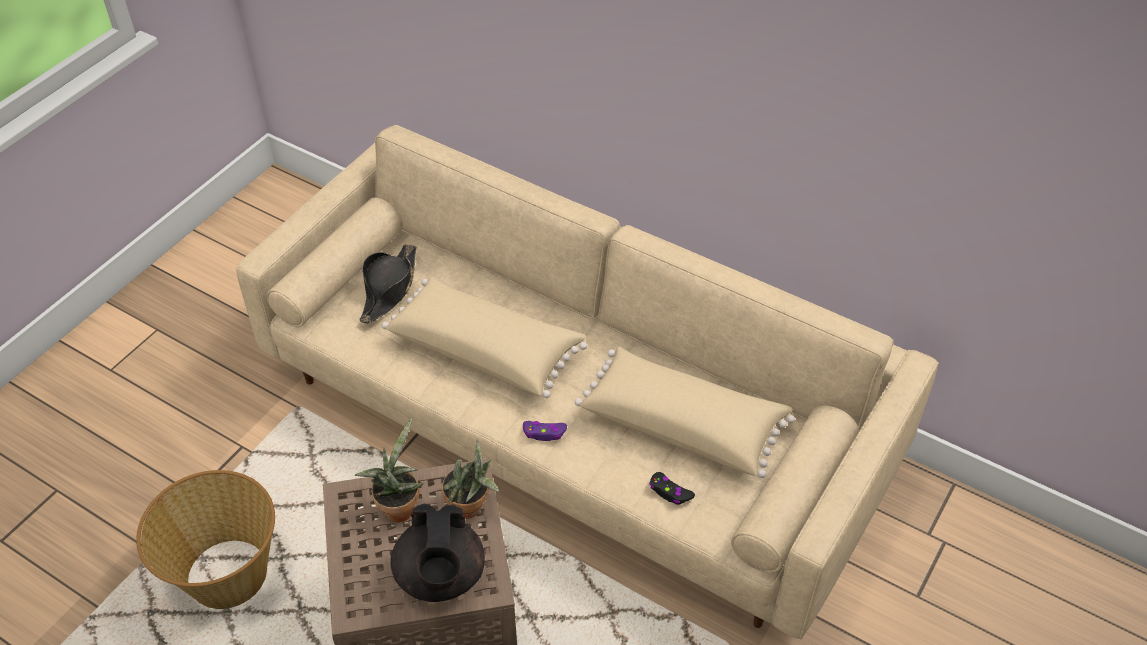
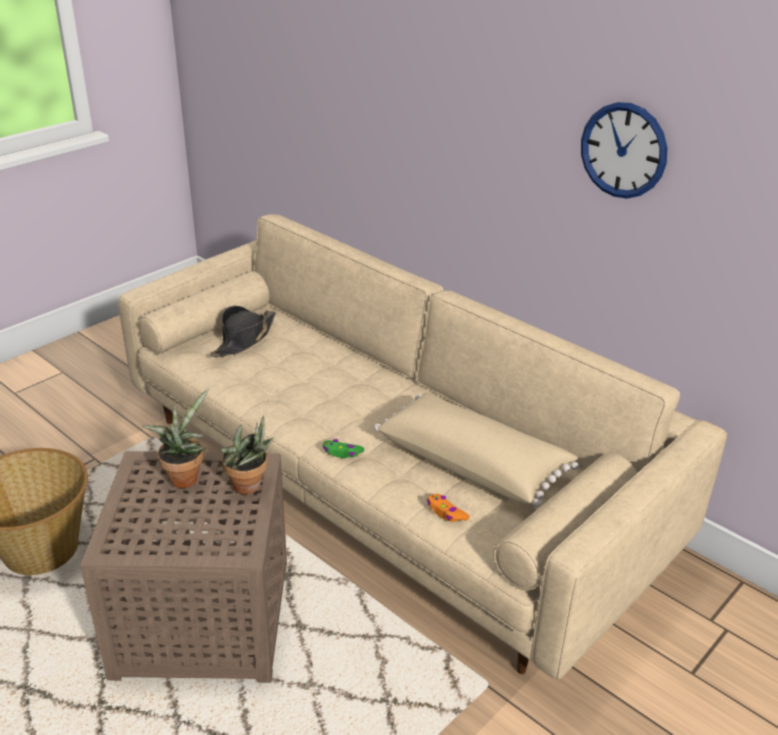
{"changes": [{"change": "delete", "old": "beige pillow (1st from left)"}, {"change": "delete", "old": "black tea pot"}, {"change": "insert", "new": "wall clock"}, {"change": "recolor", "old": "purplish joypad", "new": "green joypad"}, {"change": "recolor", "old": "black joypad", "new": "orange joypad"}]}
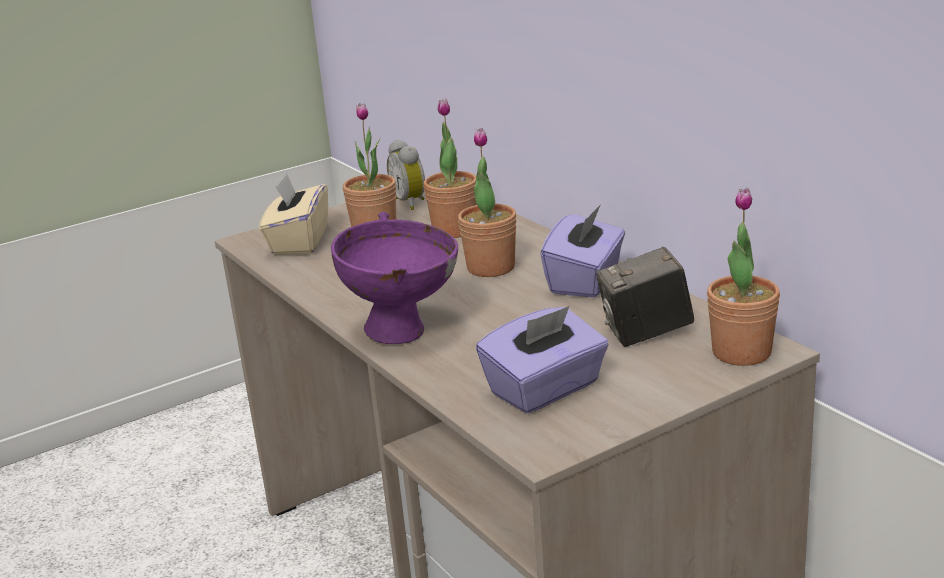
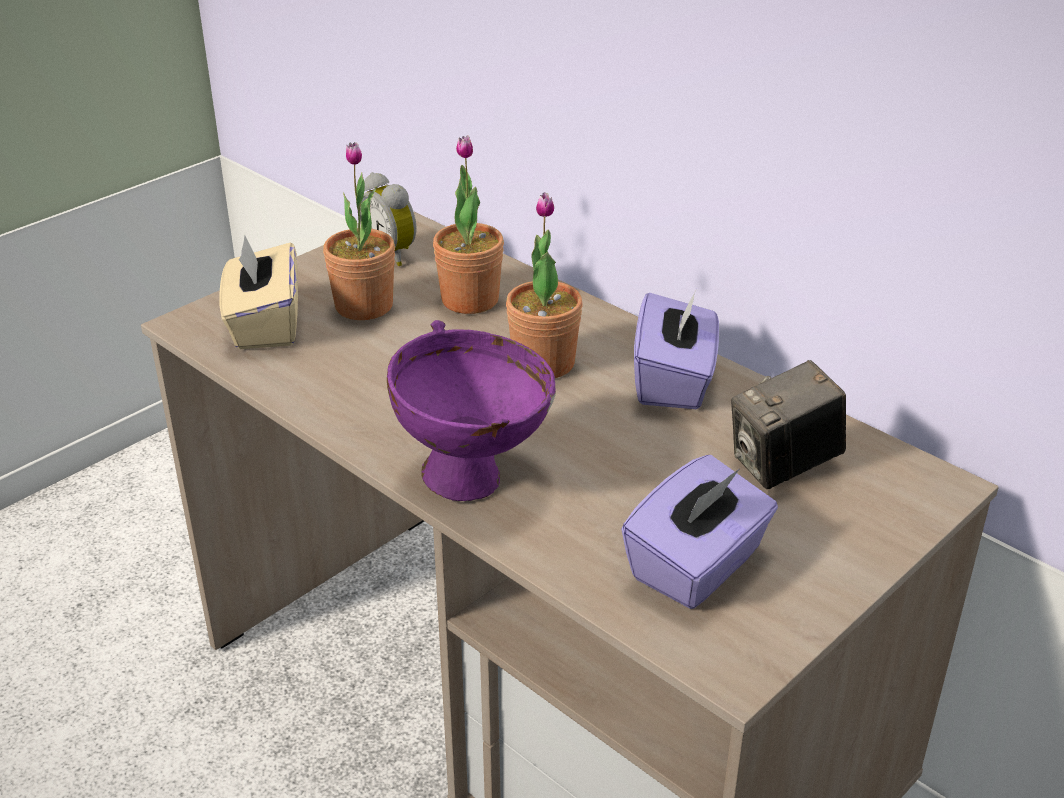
{"changes": [{"change": "delete", "old": "potted plant (4th from left)"}]}
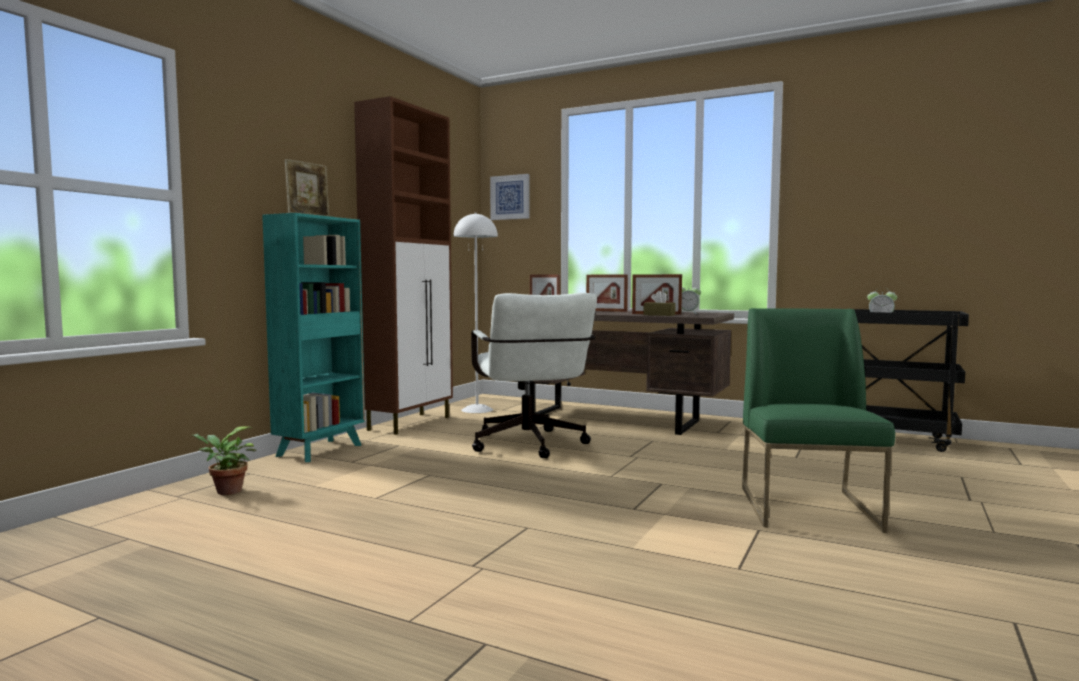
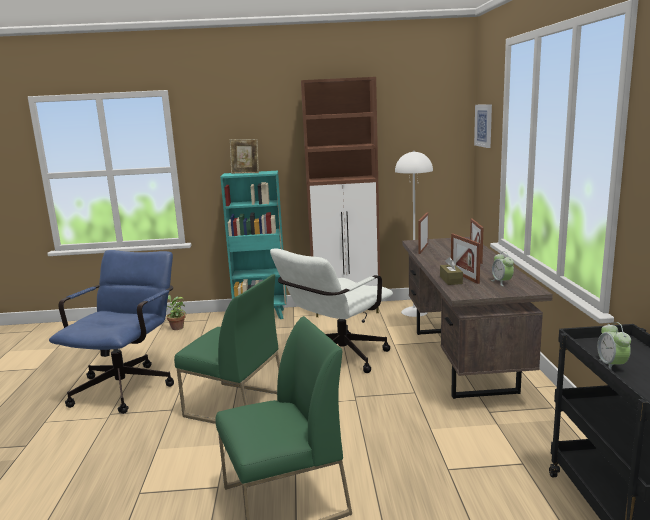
{"changes": [{"change": "insert", "new": "blue computer chair"}, {"change": "insert", "new": "green plain chair (1st from left)"}]}
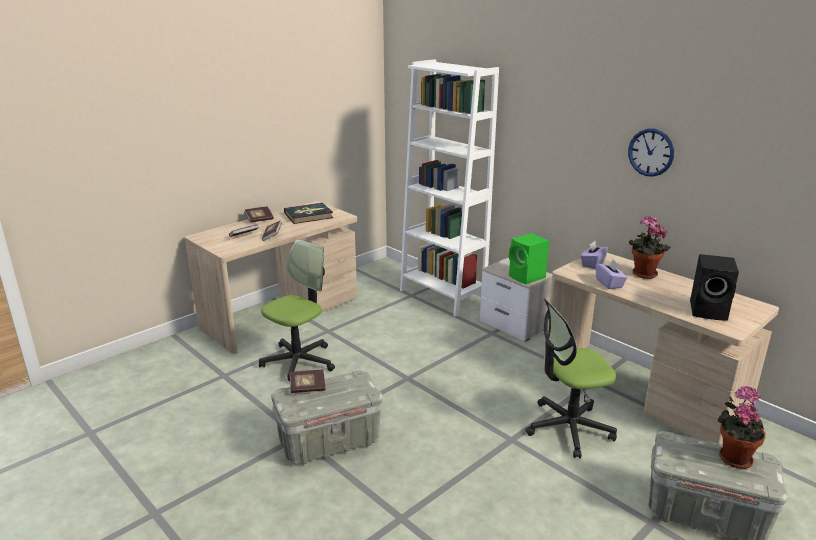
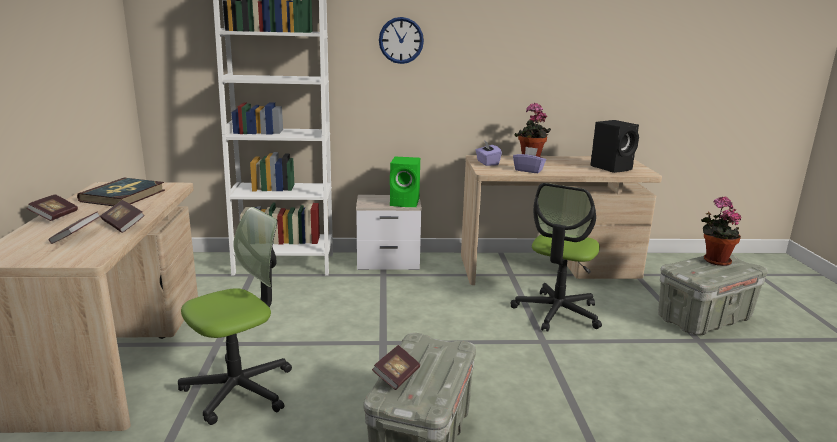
{"changes": [{"change": "move", "old": "wall clock"}, {"change": "rotate", "old": "computer chair (1st from left)", "degrees": 60}]}
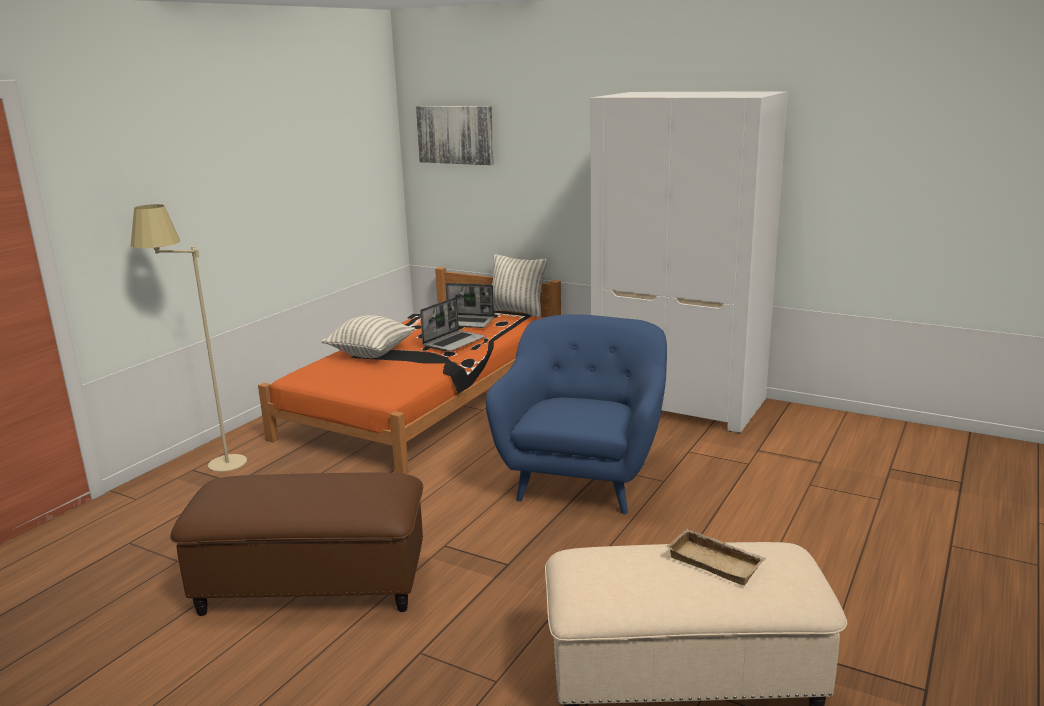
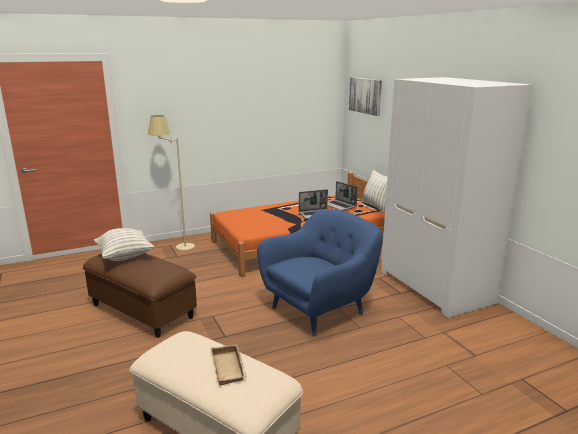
{"changes": [{"change": "move", "old": "pillow (1st from left)"}]}
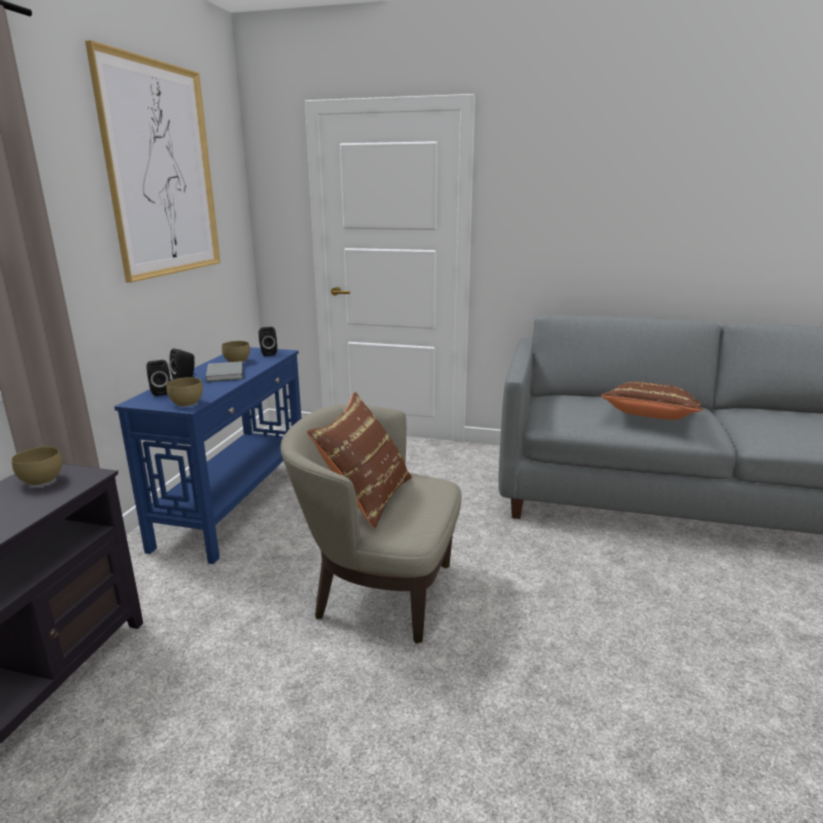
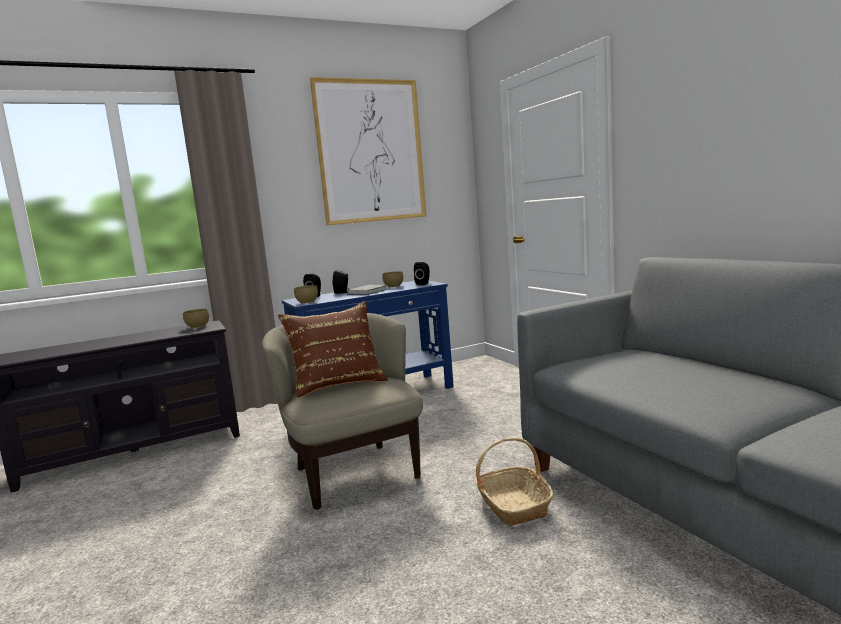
{"changes": [{"change": "delete", "old": "brown-coloured pillow (2nd from left)"}, {"change": "insert", "new": "household basket"}]}
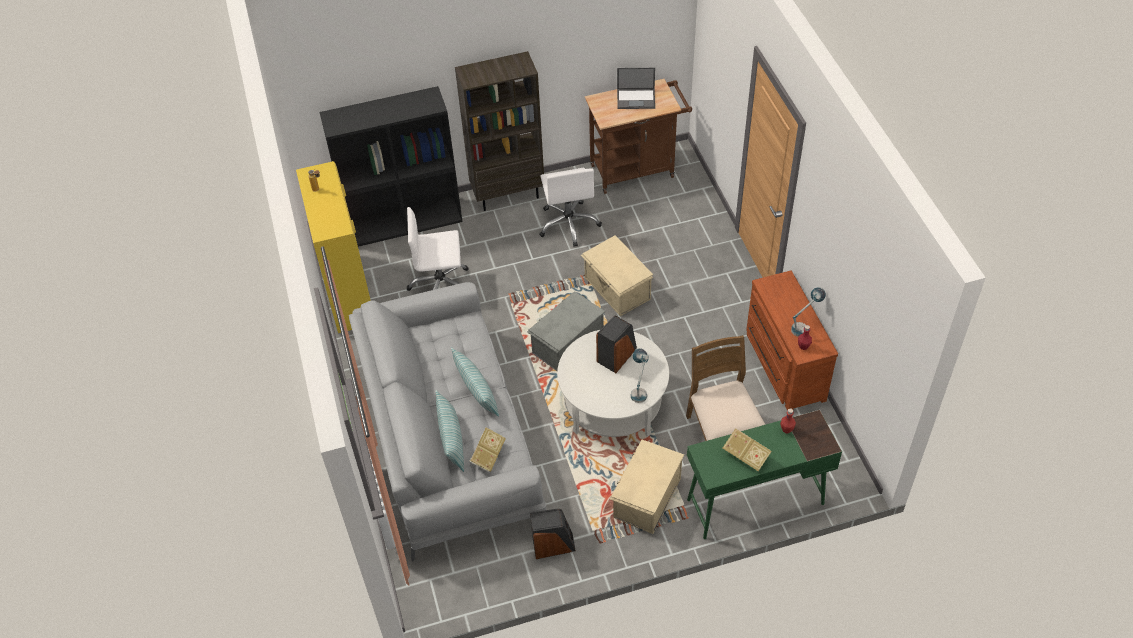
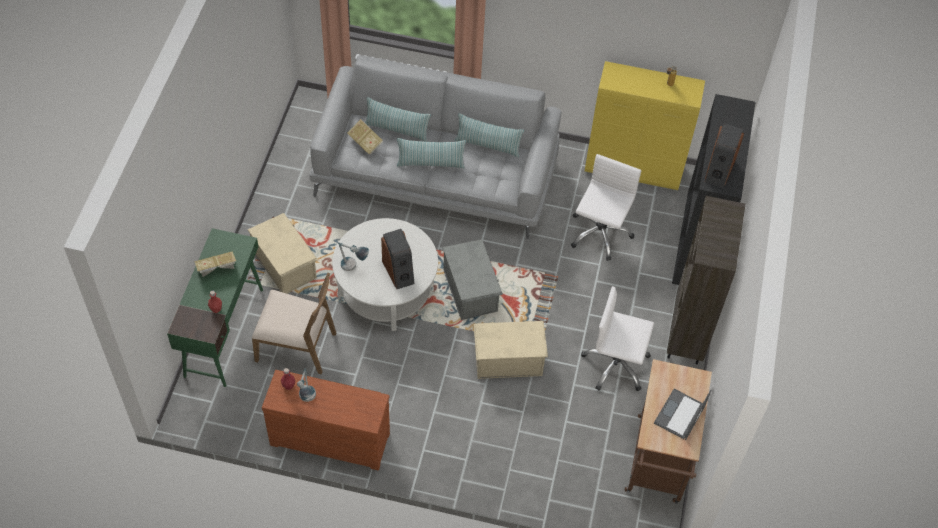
{"changes": [{"change": "insert", "new": "pillow (3rd from left)"}, {"change": "move", "old": "speaker (1st from left in the first image)", "new": "speaker (2nd from left)"}]}
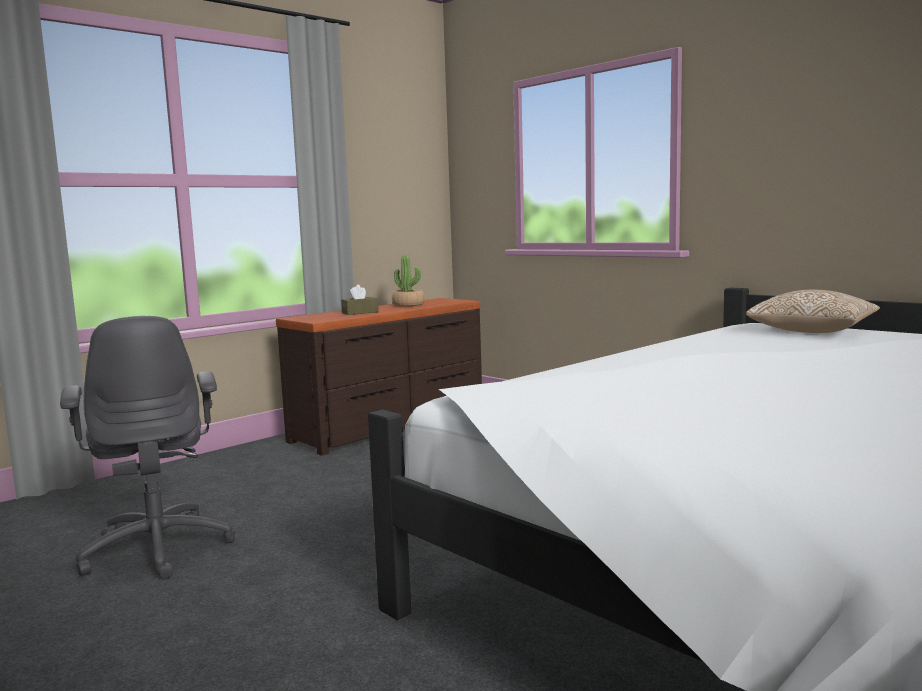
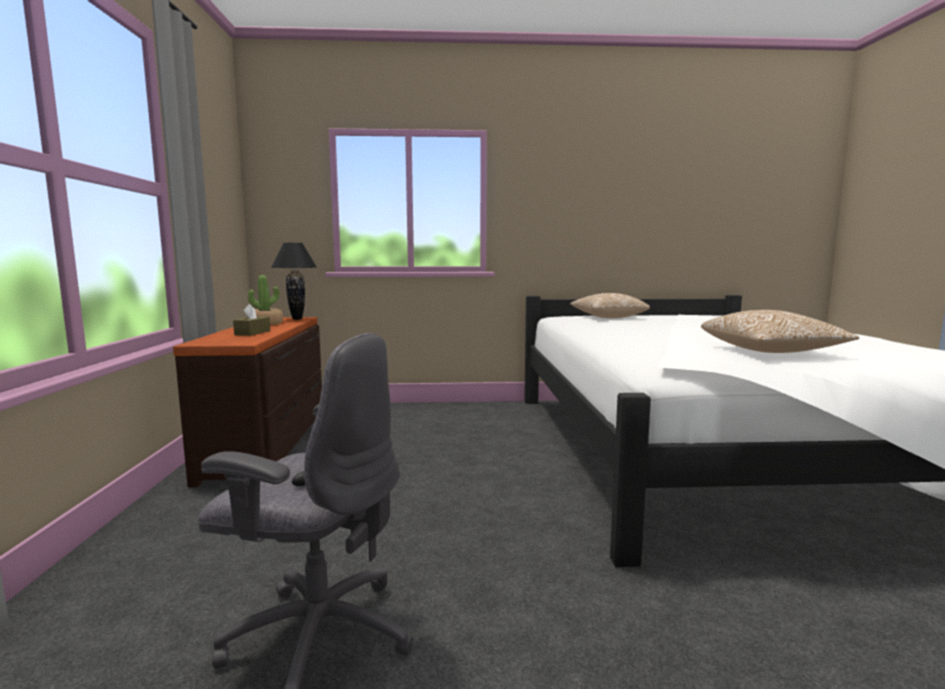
{"changes": [{"change": "insert", "new": "black lamp for a table"}, {"change": "insert", "new": "pillow (2nd from left)"}]}
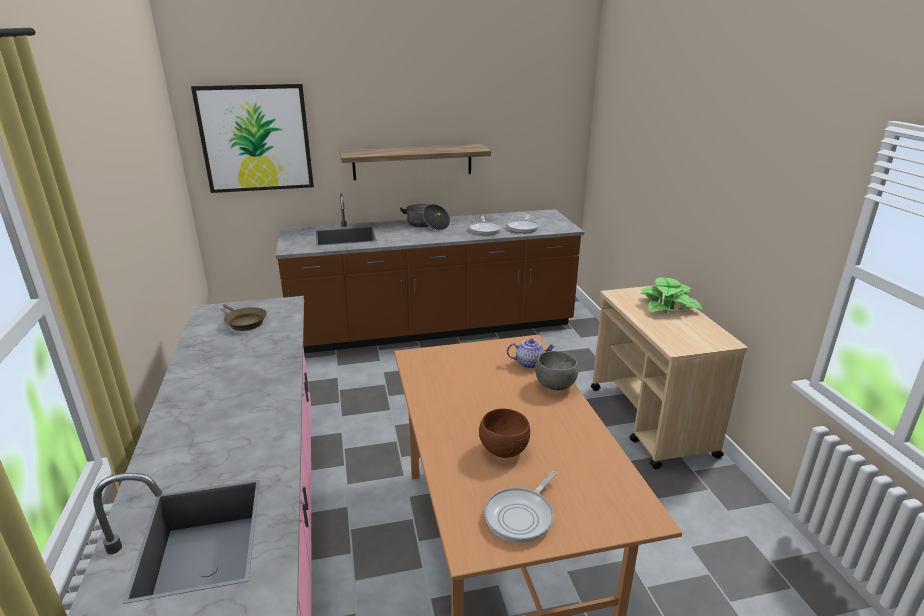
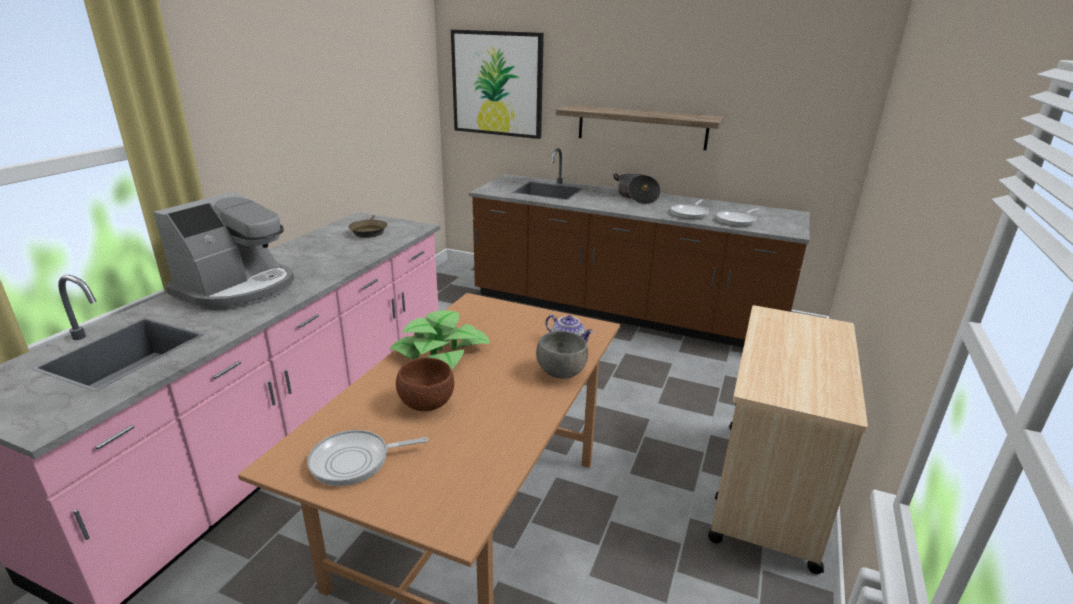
{"changes": [{"change": "insert", "new": "coffee brewer"}, {"change": "move", "old": "potted plant"}]}
